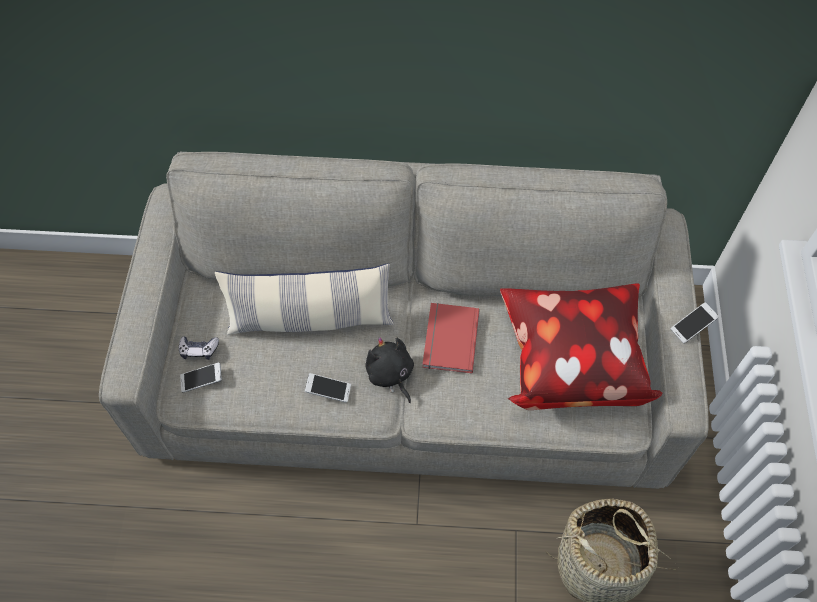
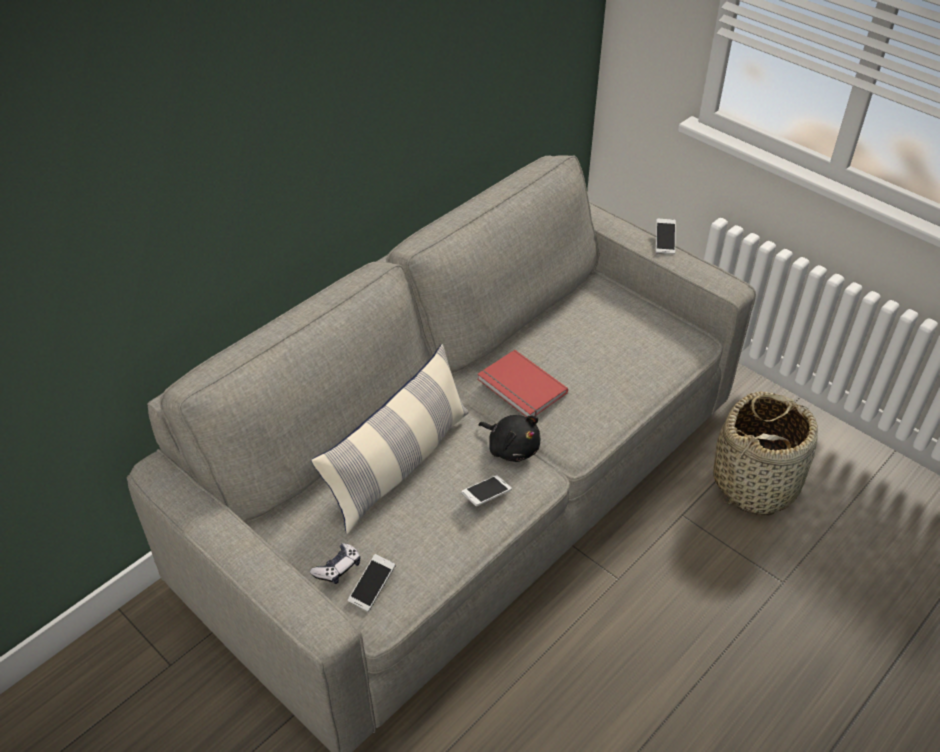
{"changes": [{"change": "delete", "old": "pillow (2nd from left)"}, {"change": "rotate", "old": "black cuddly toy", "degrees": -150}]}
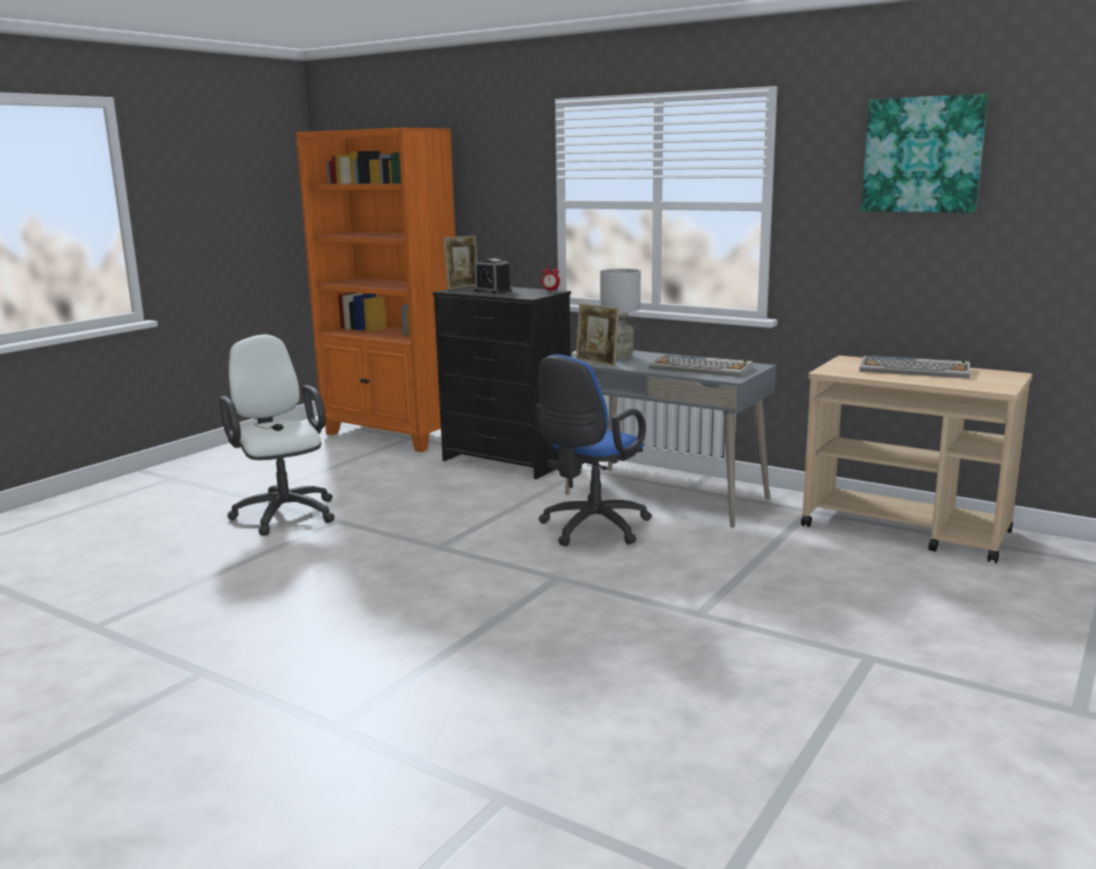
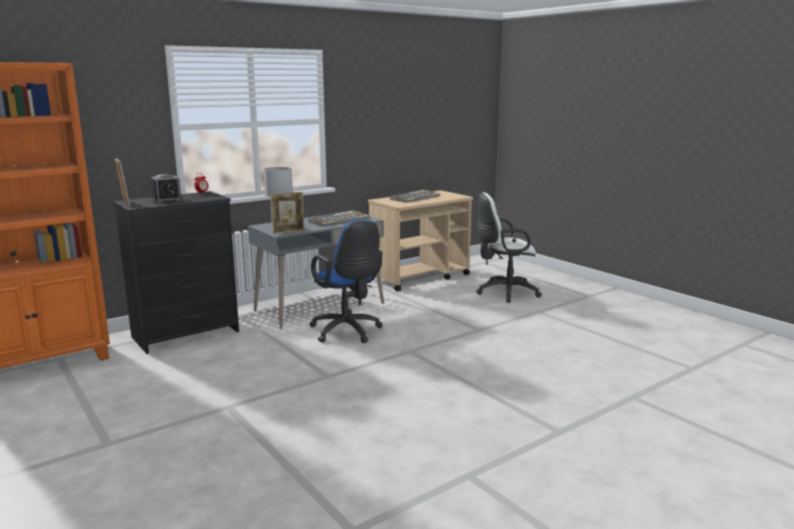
{"changes": [{"change": "delete", "old": "picture"}, {"change": "move", "old": "whitish computer chair"}]}
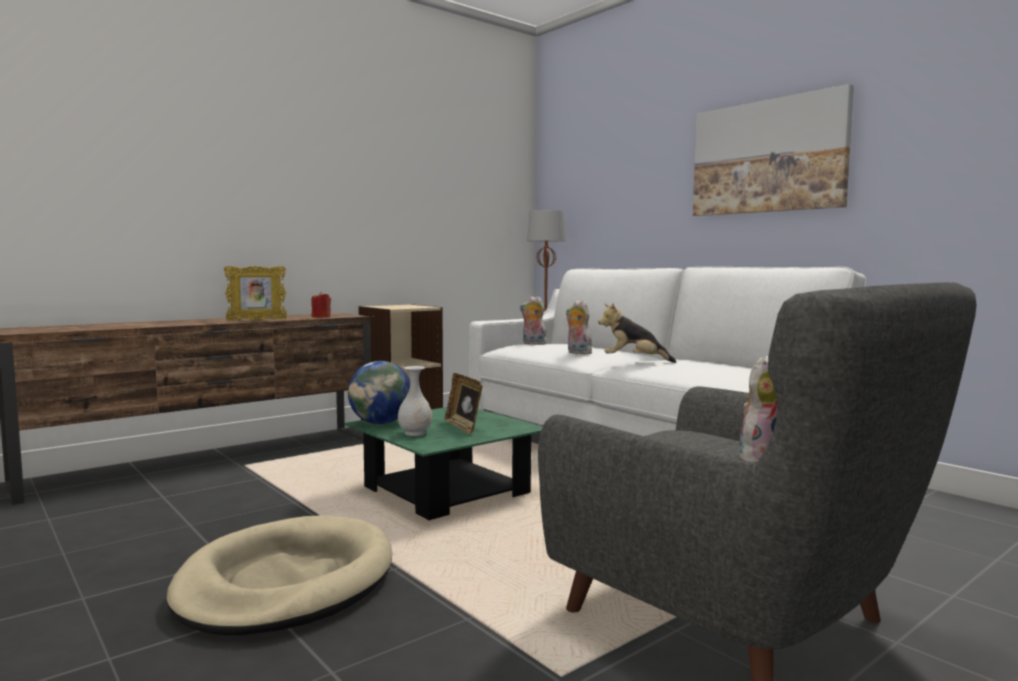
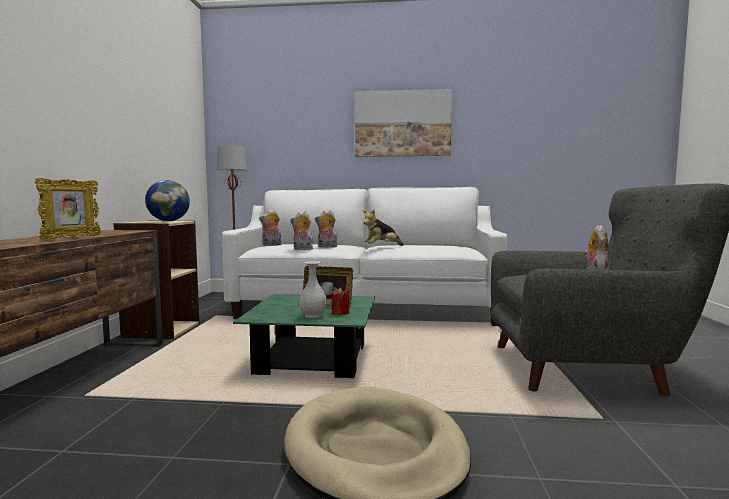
{"changes": [{"change": "insert", "new": "cuddly toy (2nd from left)"}, {"change": "move", "old": "reddish wax candle"}, {"change": "move", "old": "globe"}]}
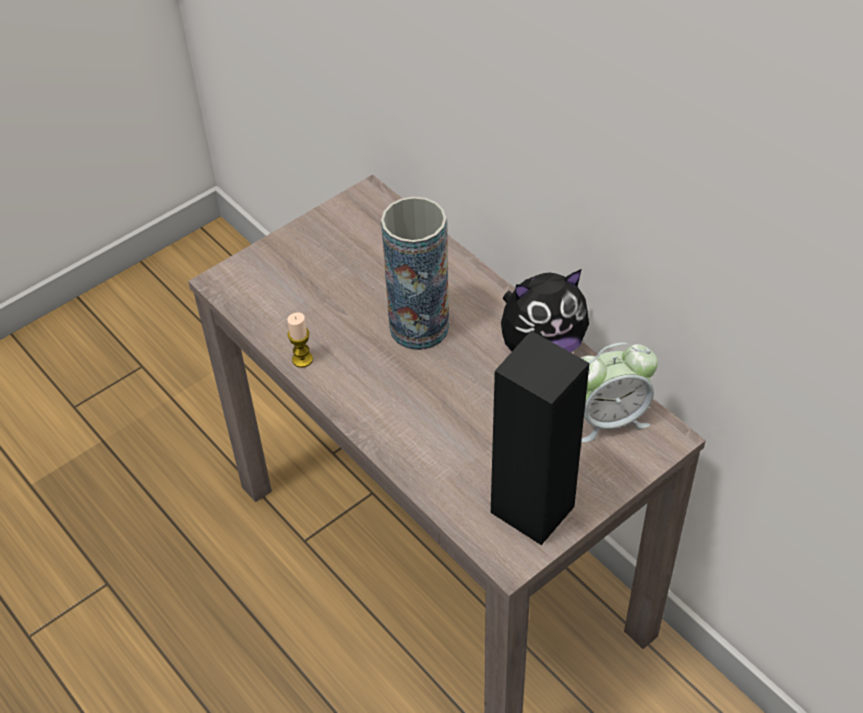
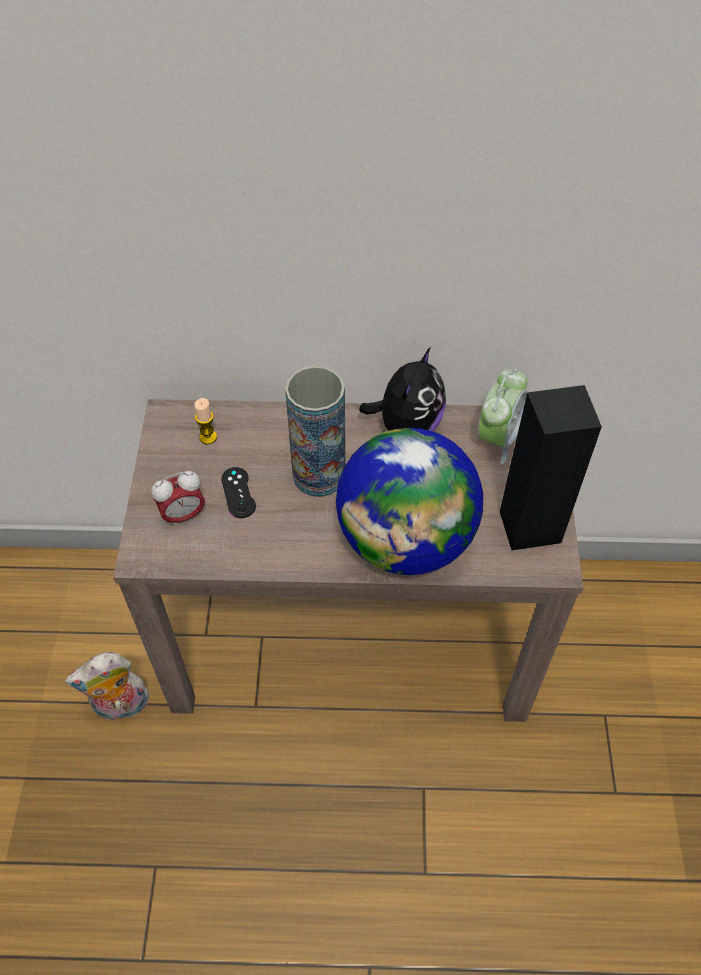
{"changes": [{"change": "insert", "new": "cuddly toy (1st from left)"}, {"change": "insert", "new": "bedside clock (1st from left)"}, {"change": "insert", "new": "black joypad"}, {"change": "insert", "new": "globe"}, {"change": "move", "old": "wax candle"}]}
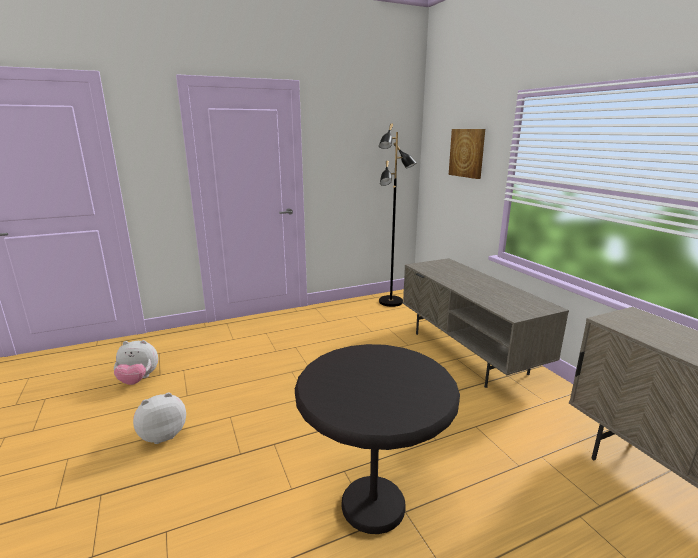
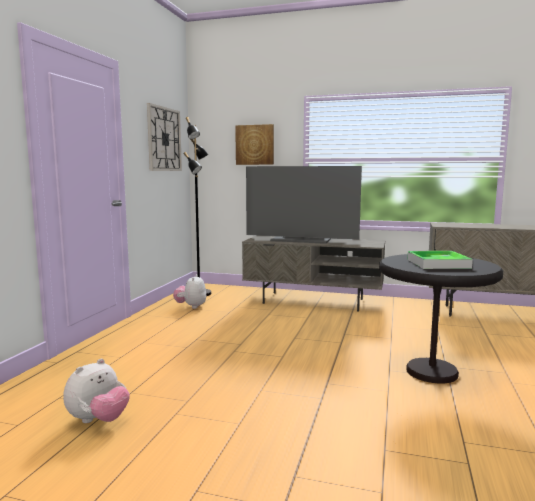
{"changes": [{"change": "insert", "new": "wall clock"}, {"change": "insert", "new": "television"}, {"change": "insert", "new": "tray"}, {"change": "move", "old": "cuddly toy (2nd from left)"}]}
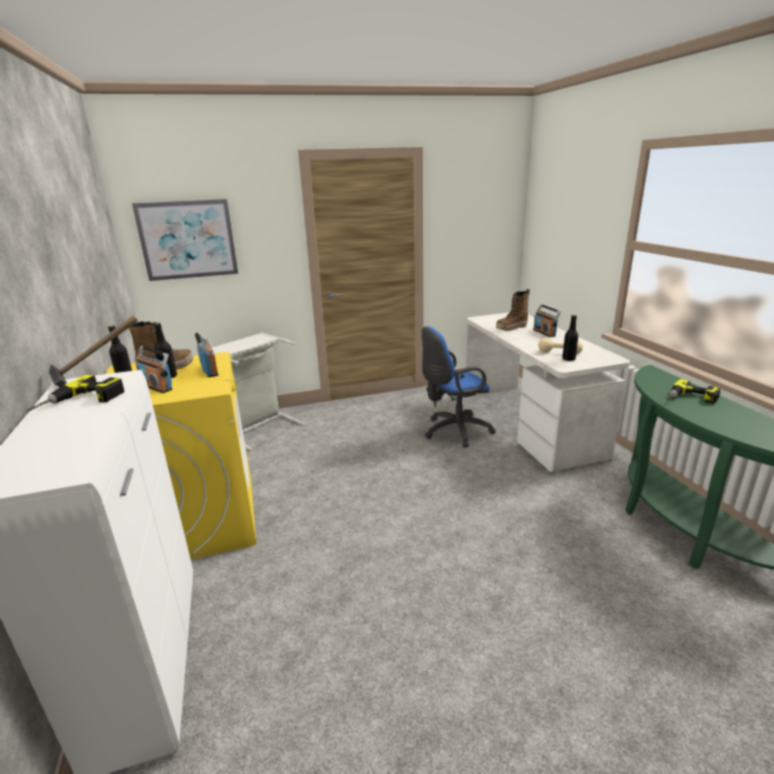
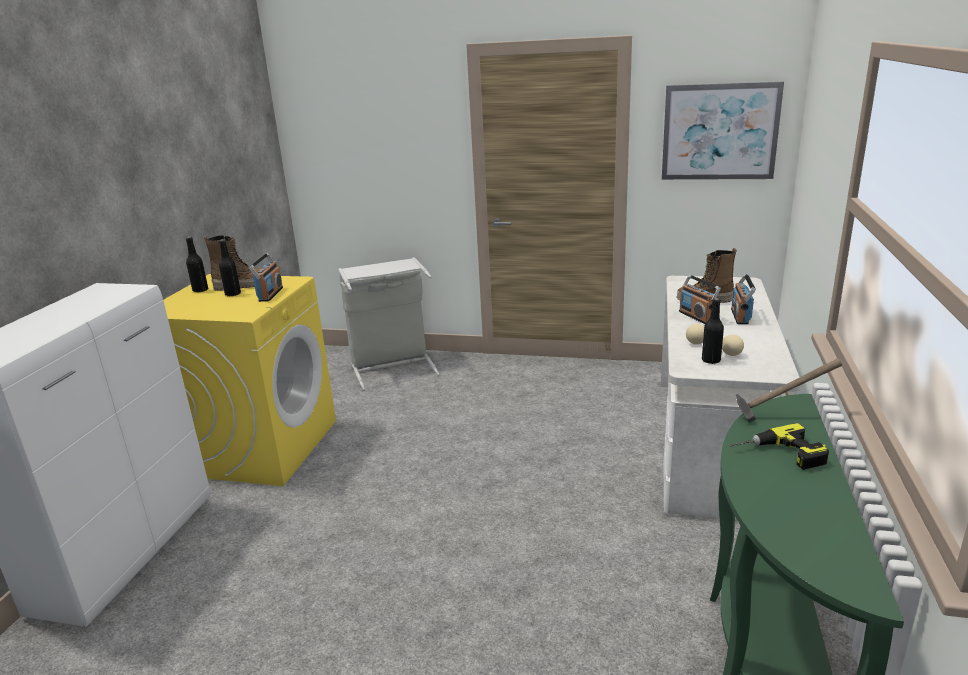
{"changes": [{"change": "delete", "old": "drill (1st from left)"}, {"change": "delete", "old": "blue computer chair"}, {"change": "move", "old": "hammer"}, {"change": "move", "old": "picture"}, {"change": "move", "old": "radio receiver (1st from left in the first image)", "new": "radio receiver (2nd from left)"}]}
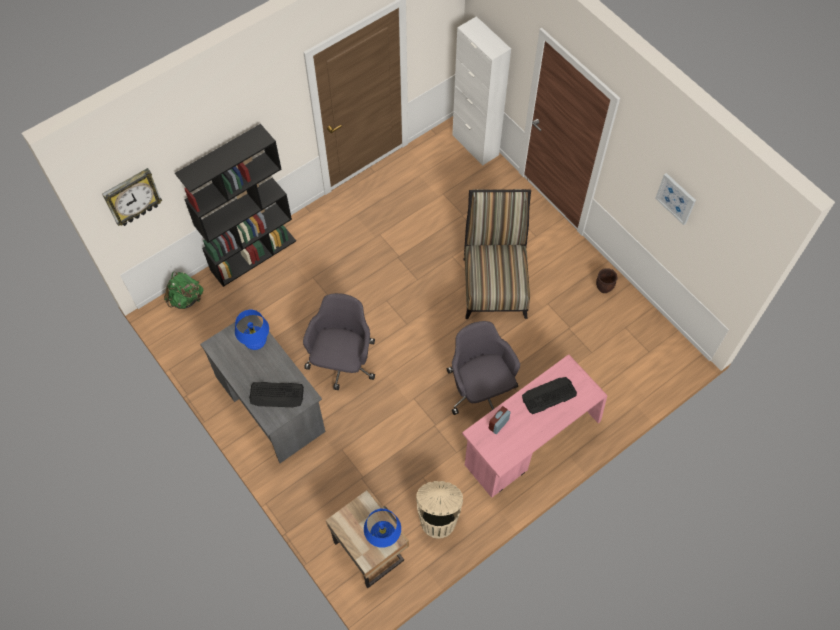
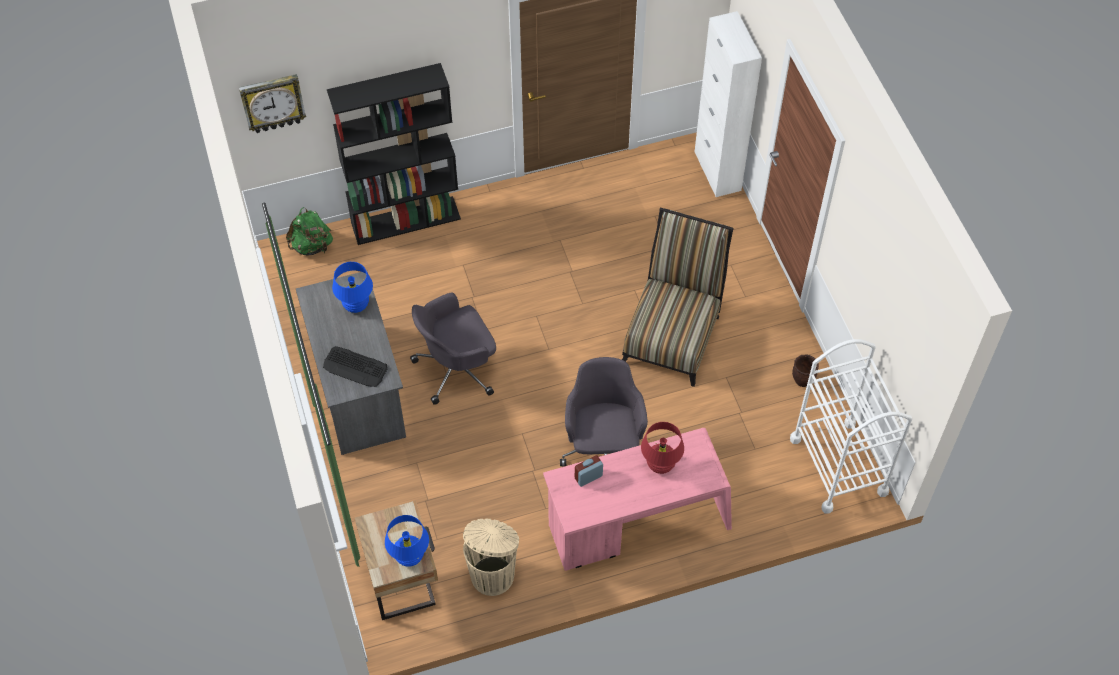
{"changes": [{"change": "delete", "old": "picture"}, {"change": "insert", "new": "whitish wheeled cart"}, {"change": "replace", "old": "keyboard (2nd from left)", "new": "reddish lamp for a table"}, {"change": "rotate", "old": "gray computer chair (1st from left)", "degrees": -150}]}
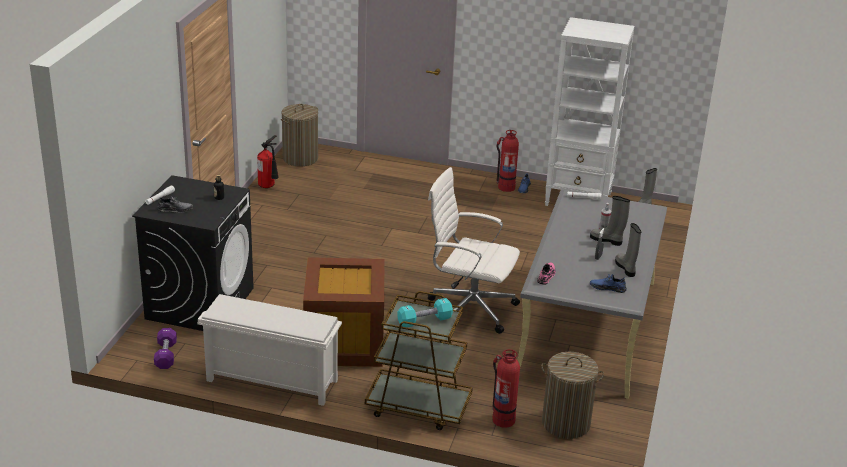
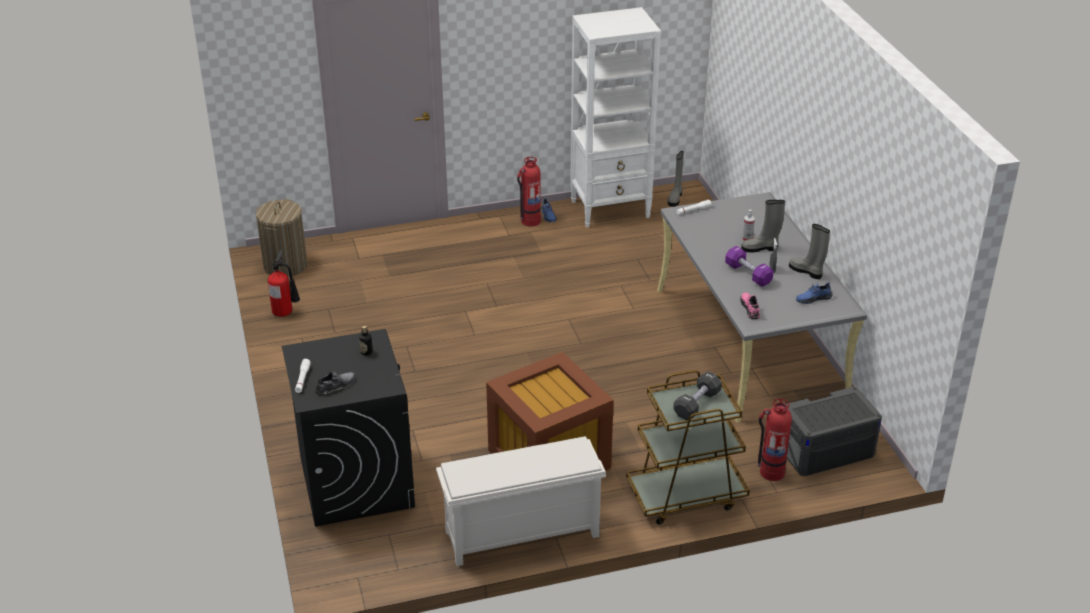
{"changes": [{"change": "delete", "old": "whitish computer chair"}, {"change": "move", "old": "purplish hand weight"}, {"change": "replace", "old": "washing basket (2nd from left)", "new": "gray storage bin"}, {"change": "recolor", "old": "blue-green hand weight", "new": "black hand weight"}]}
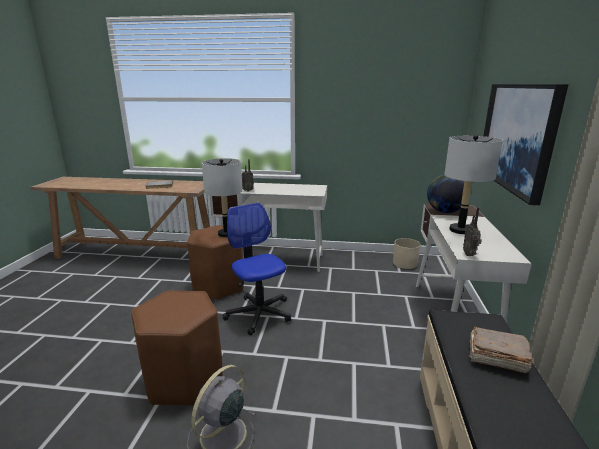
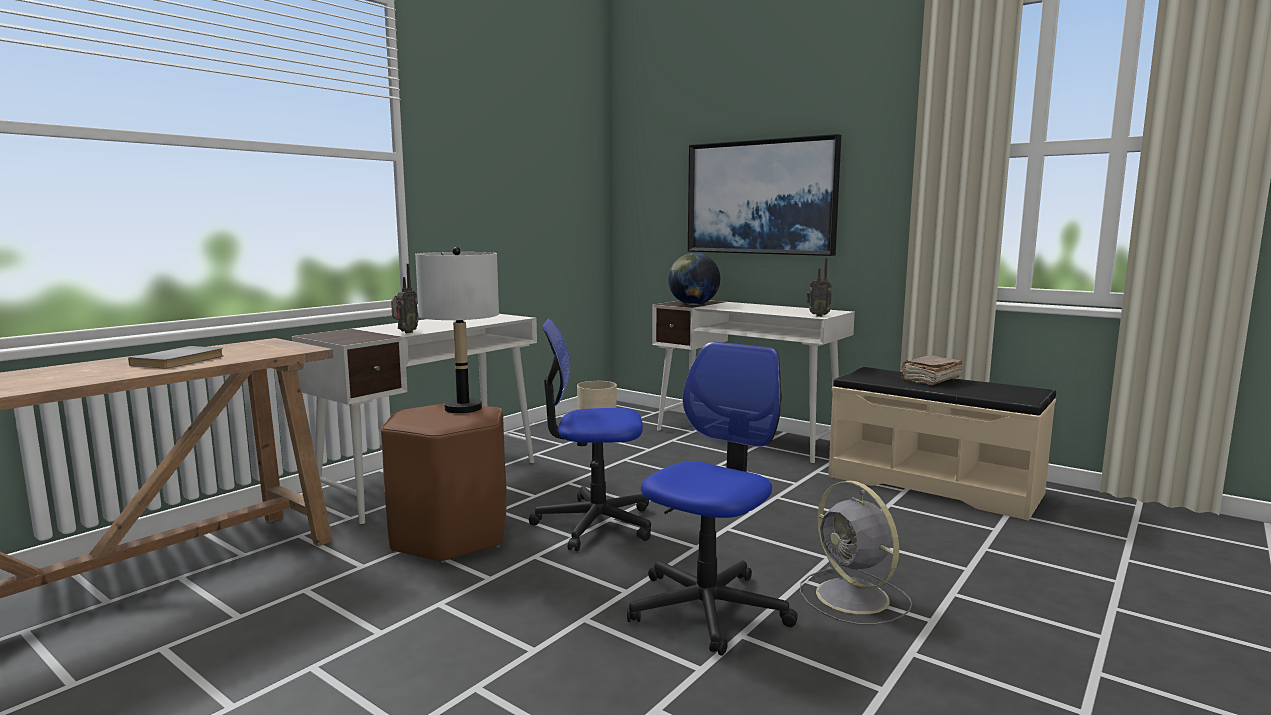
{"changes": [{"change": "delete", "old": "gray lamp for a table (2nd from left)"}, {"change": "replace", "old": "brown-coloured sitting stool (1st from left)", "new": "computer chair (2nd from left)"}]}
